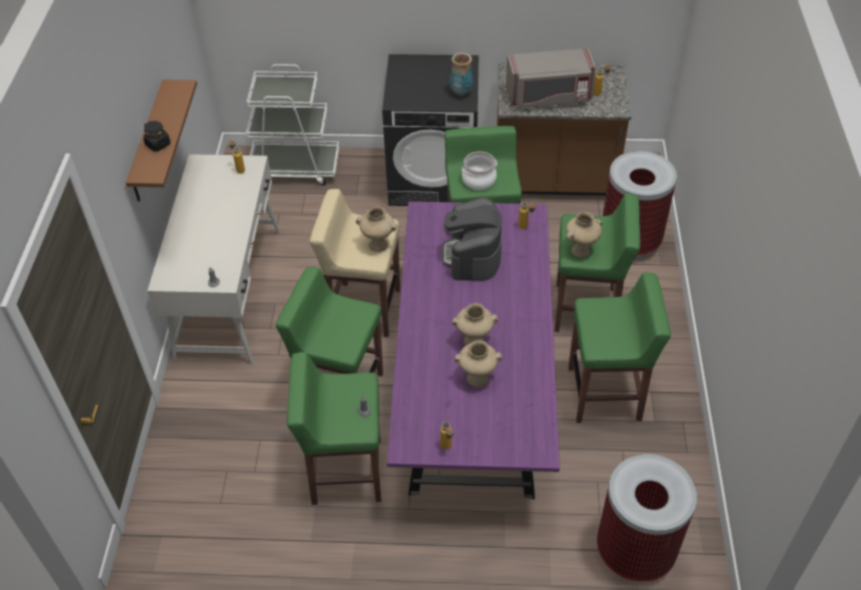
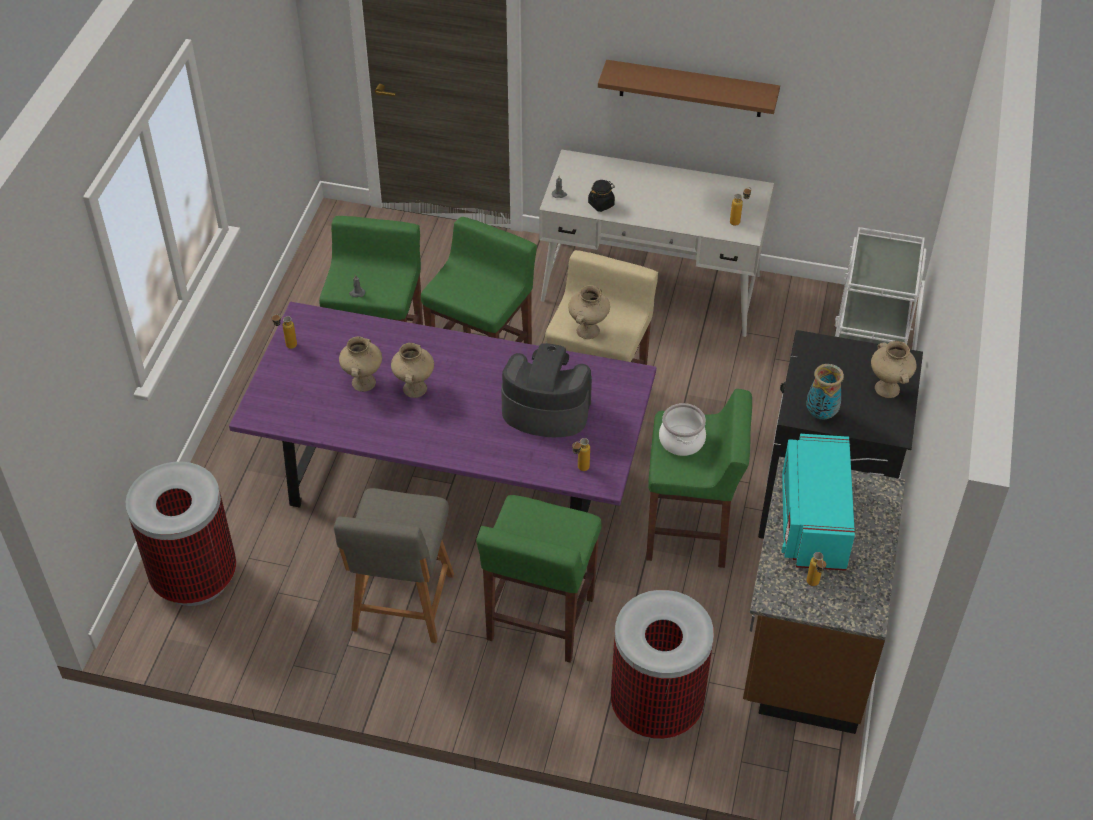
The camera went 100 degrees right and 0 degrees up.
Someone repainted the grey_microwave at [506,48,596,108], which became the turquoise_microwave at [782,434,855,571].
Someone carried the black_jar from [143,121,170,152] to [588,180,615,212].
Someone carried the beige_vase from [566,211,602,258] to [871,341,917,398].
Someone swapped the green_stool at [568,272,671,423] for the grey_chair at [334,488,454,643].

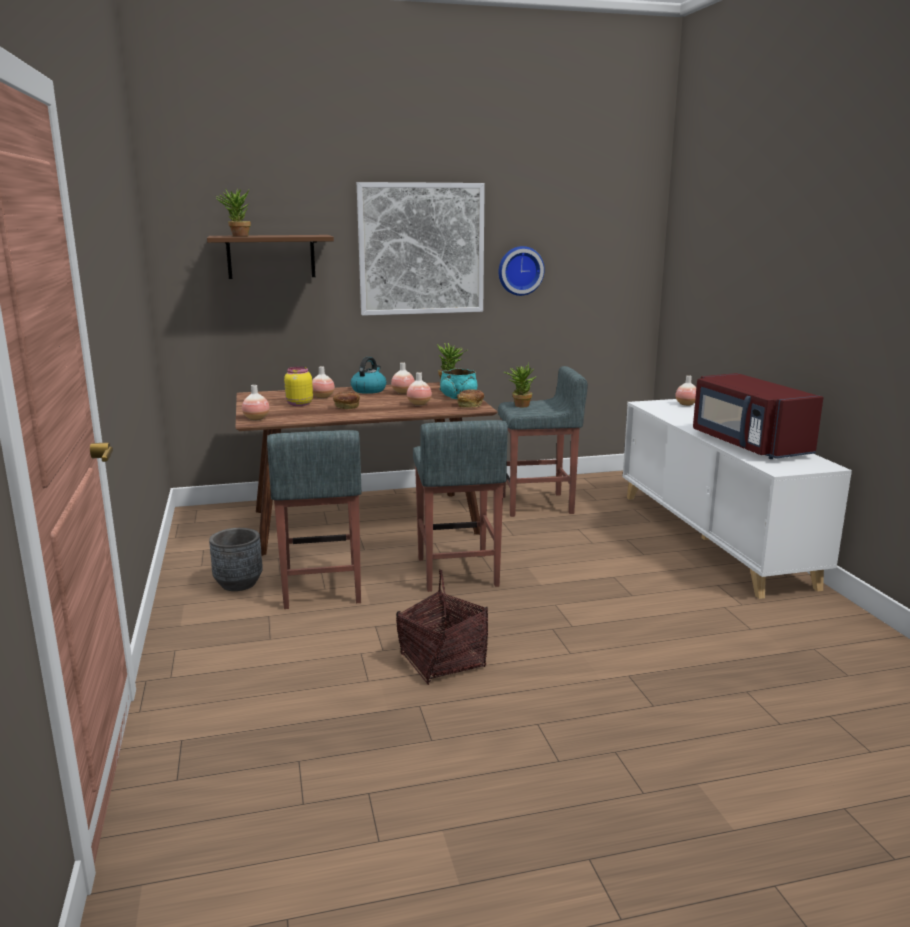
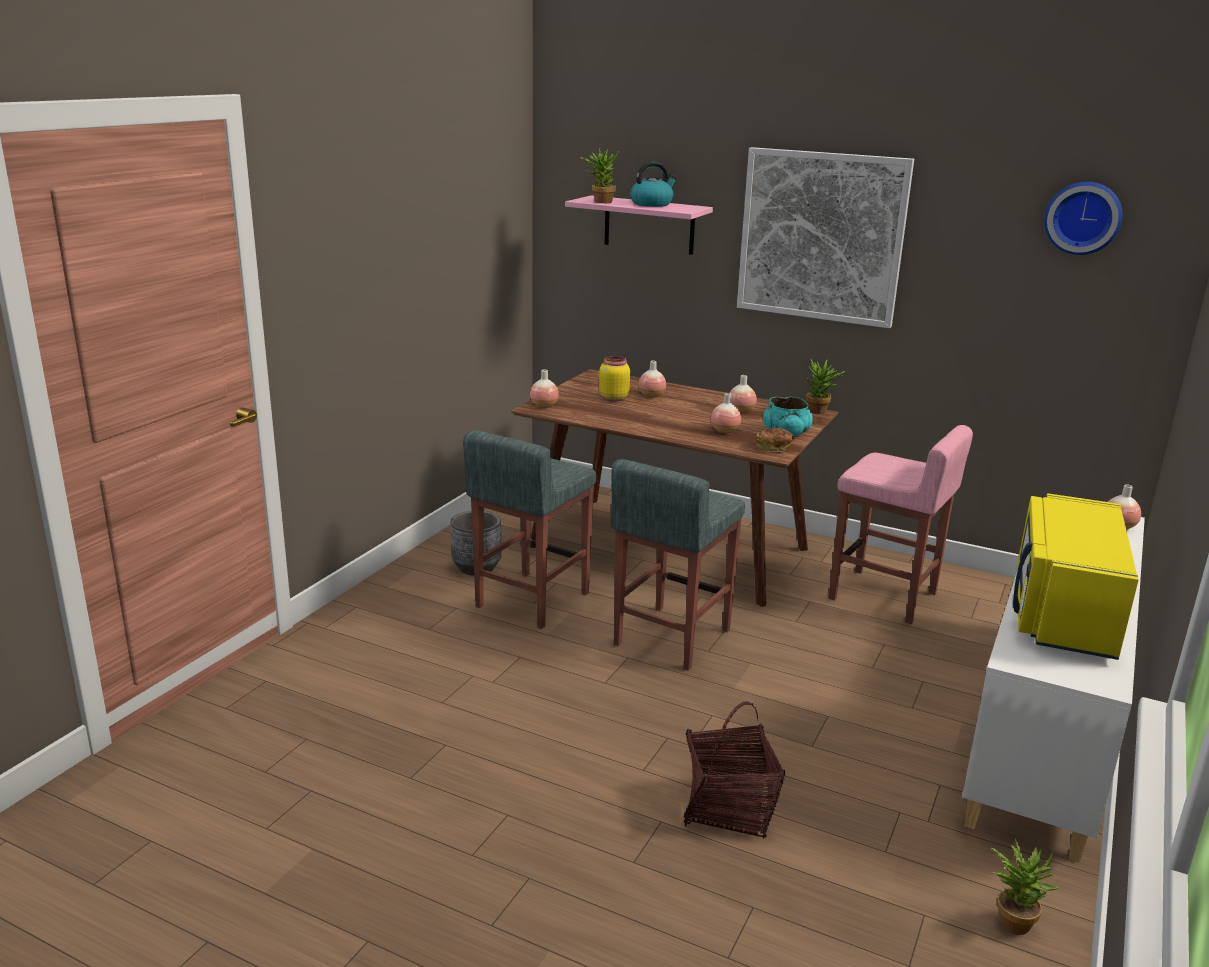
The camera went 40 degrees right and 5 degrees up.
Someone repainted the brown_shelf at [207,235,334,279], which became the pink_shelf at [565,195,713,255].
Someone carried the wall_clock from [499,246,545,296] to [1044,182,1123,255].
Someone carried the kettle from [351,357,386,394] to [630,162,677,207].
Someone carried the potted_plant from [504,363,537,407] to [991,839,1059,935].
Someone repainted the grey_stool at [498,366,588,517], which became the pink_stool at [829,425,973,624].
Someone repainted the red_microwave at [693,373,824,459], which became the yellow_microwave at [1013,493,1139,660].
Someone took away the bread at [333,391,360,409].
Someone carried the basket from [396,569,488,685] to [684,701,785,839].

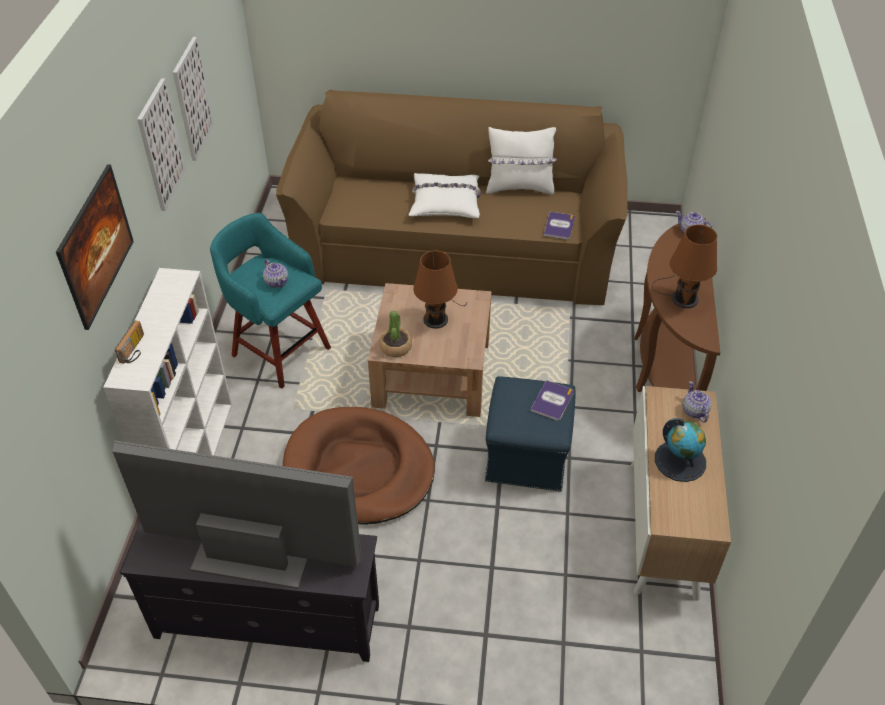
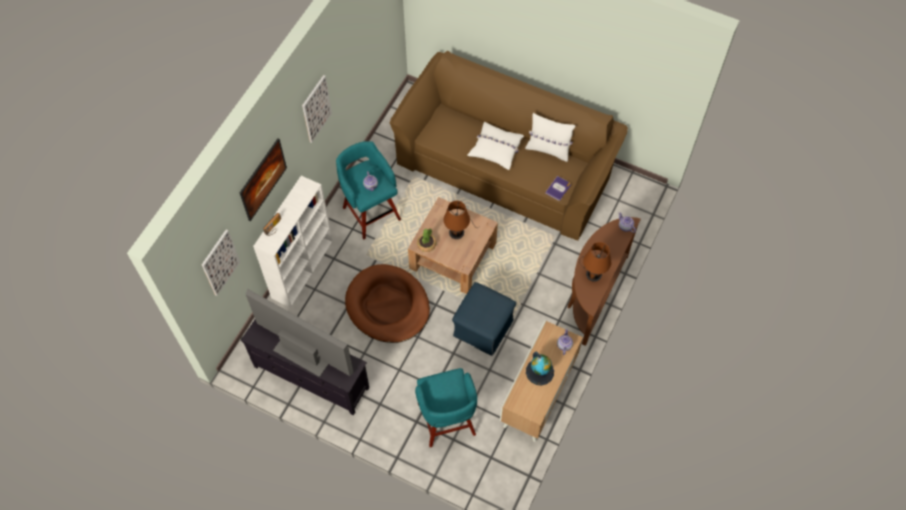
The camera went 20 degrees right and 15 degrees up.
Someone carried the picture from [173,37,214,161] to [202,230,240,296].
Someone took away the book at [530,380,574,420].
Someone put down the turquoise_stool at [415,368,477,447].

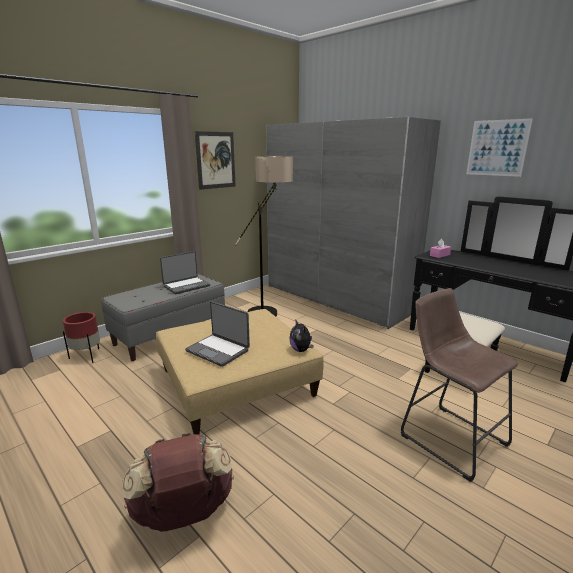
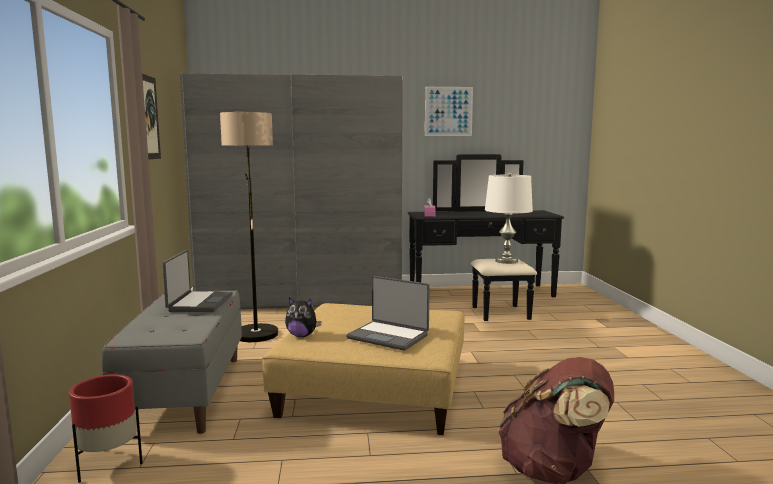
The camera went 50 degrees left and 10 degrees down.
Someone took away the brown_stool at [400,288,518,482].
Someone rotated the laptop at [185,301,250,367] by 45 degrees clockwise.
Someone carried the plush_toy from [289,319,314,352] to [285,298,322,337].
Someone put down the white_table_lamp at [485,172,533,264].

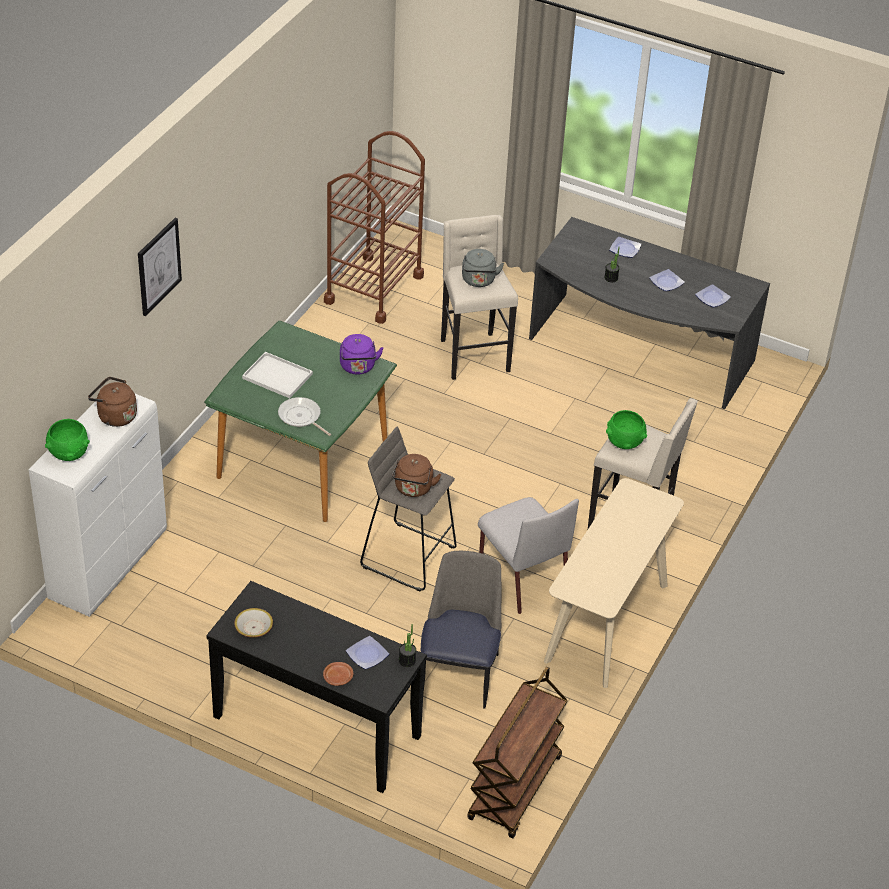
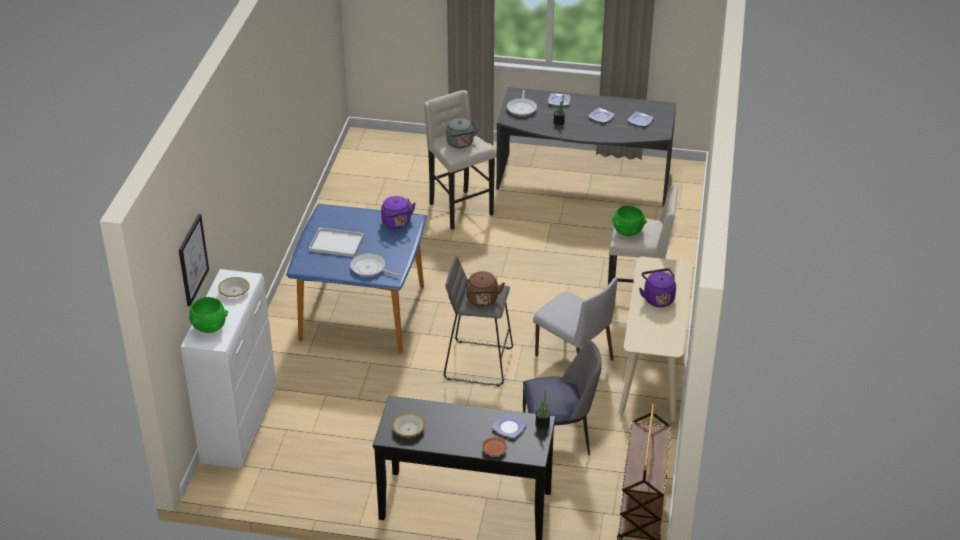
The camera went 15 degrees left and 5 degrees down.
Someone took away the brown_cart at [324,131,425,324].
Someone carried the picture from [138,218,182,316] to [179,214,209,306].
Someone repainted the green_dining_table at [204,321,397,522], which became the blue_dining_table at [286,204,427,353].
Someone swapped the brown_kettle at [88,377,137,427] for the bowl at [218,277,249,297].
Someone rotated the chair at [421,551,502,709] by 90 degrees clockwise.
Someone put down the frying_pan at [507,90,537,116].
Someone put down the purple_kettle at [639,268,676,307].

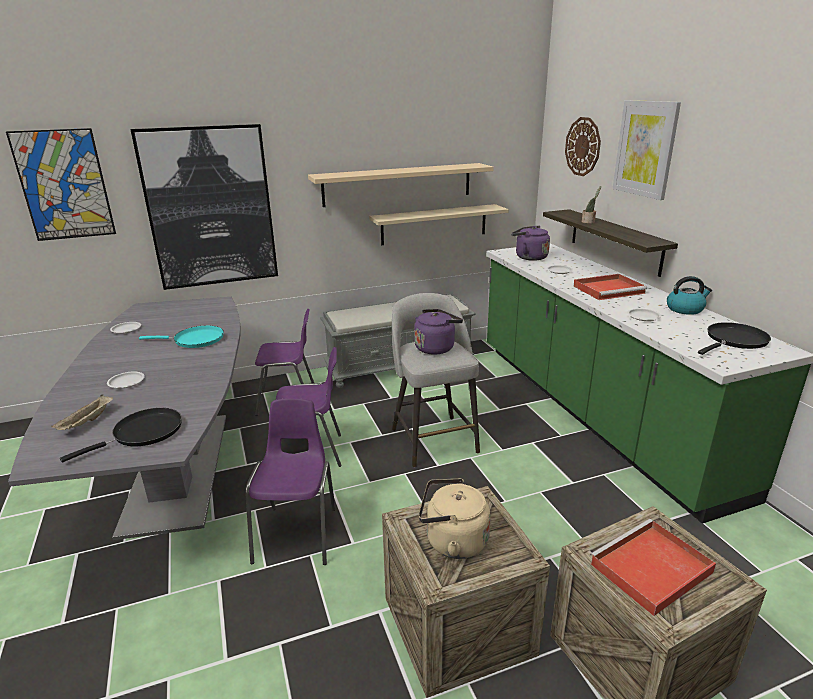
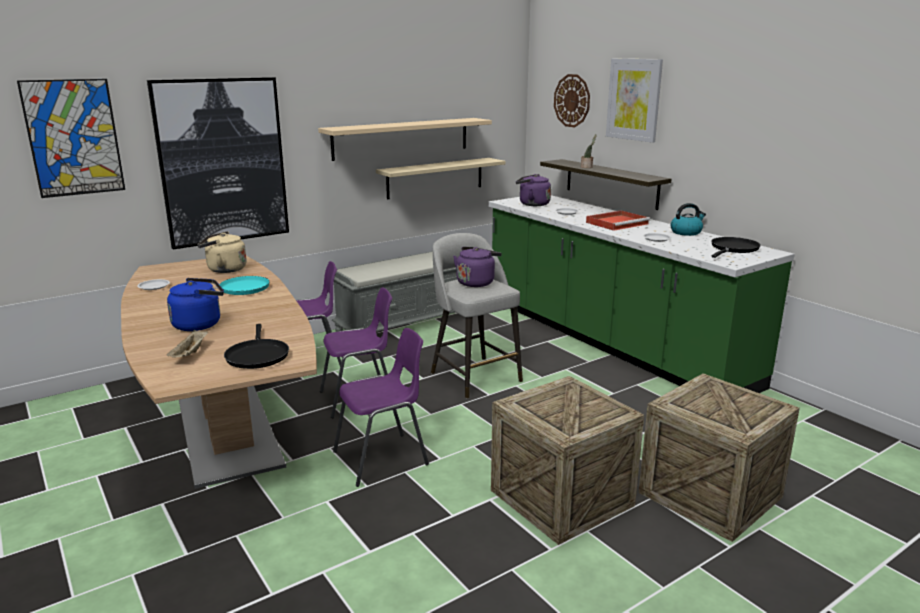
The camera went 15 degrees left and 5 degrees down.
Someone repainted the grey_dining_table at [8,297,241,540], which became the brown_dining_table at [121,256,317,489].
Someone swapped the white_plate at [107,372,145,389] for the blue_kettle at [167,278,224,331].
Someone rotated the purple_chair at [245,398,336,565] by 75 degrees clockwise.
Someone rotated the black_frying_pan at [60,408,182,463] by 135 degrees clockwise.
Someone carried the beige_kettle from [419,478,491,559] to [198,231,247,273].
Someone took away the red_tray at [590,519,716,616].

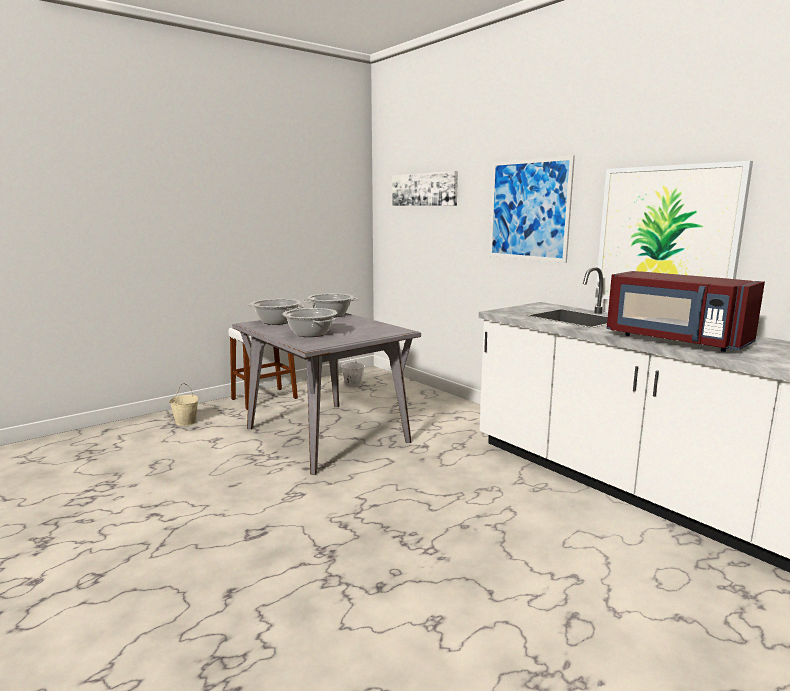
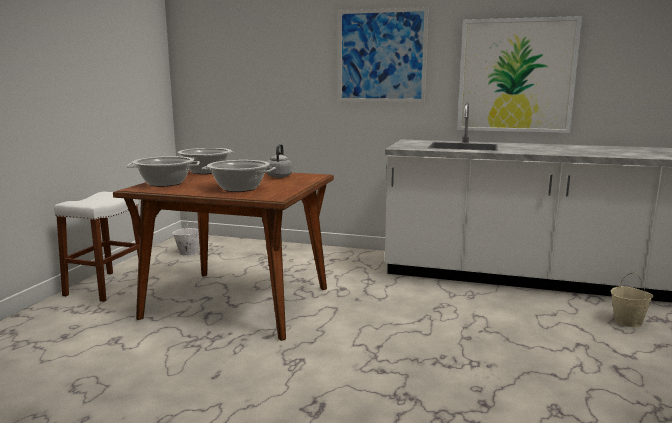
The camera went 35 degrees left and 0 degrees up.
Someone took away the picture at [392,171,458,206].
Someone took away the red_microwave at [607,271,765,352].
Someone repainted the grey_dining_table at [232,313,421,475], which became the brown_dining_table at [113,170,334,341].
Someone carried the beige_bucket from [169,383,199,426] to [611,272,654,327].
Someone put down the grey_kettle at [266,144,292,178].

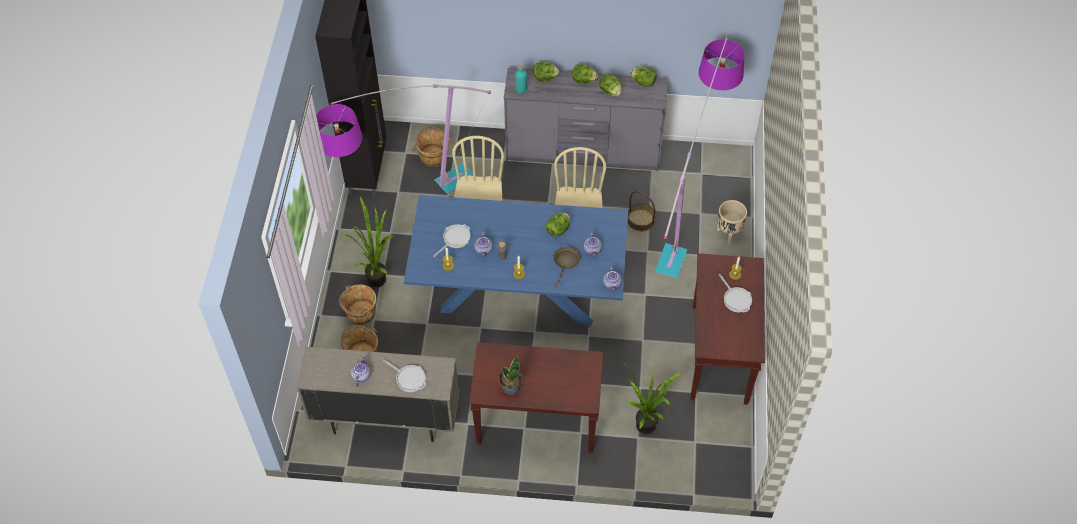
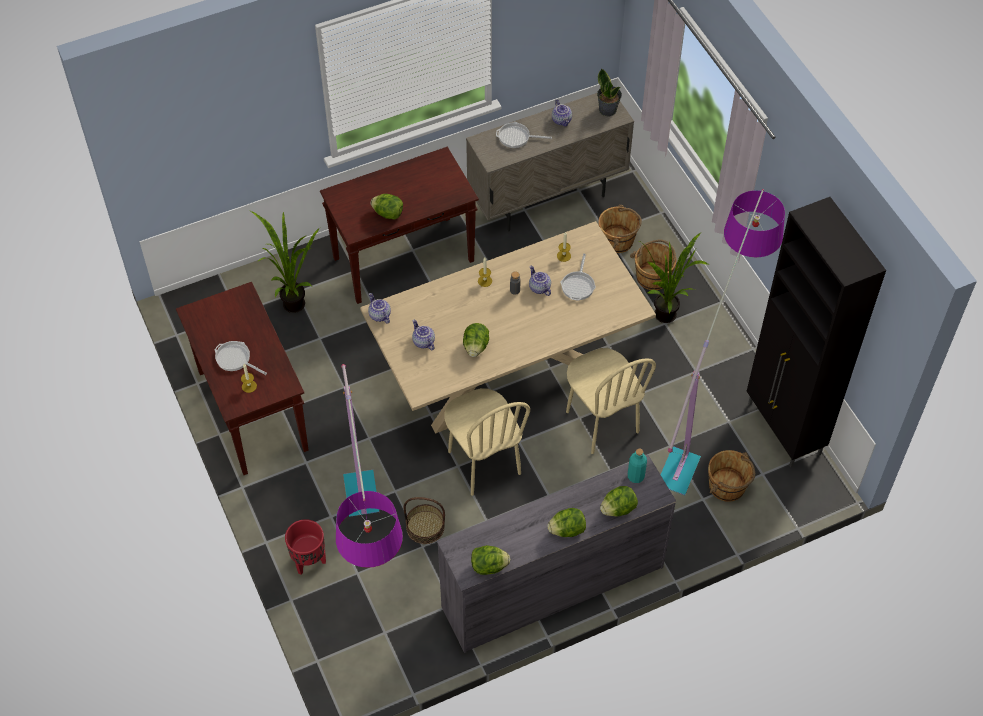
The camera went 150 degrees right and 0 degrees up.
Someone carried the lettuce from [599,73,622,96] to [371,194,403,220].
Someone repainted the blue_dining_table at [404,195,628,327], which became the beige_dining_table at [360,221,656,434].
Someone repainted the beige_planter at [717,200,747,244], which became the red_planter at [285,519,326,575].
Someone took away the brown_frying_pan at [553,246,580,287].
Someone carried the potted_plant from [499,356,522,395] to [597,68,622,116].

